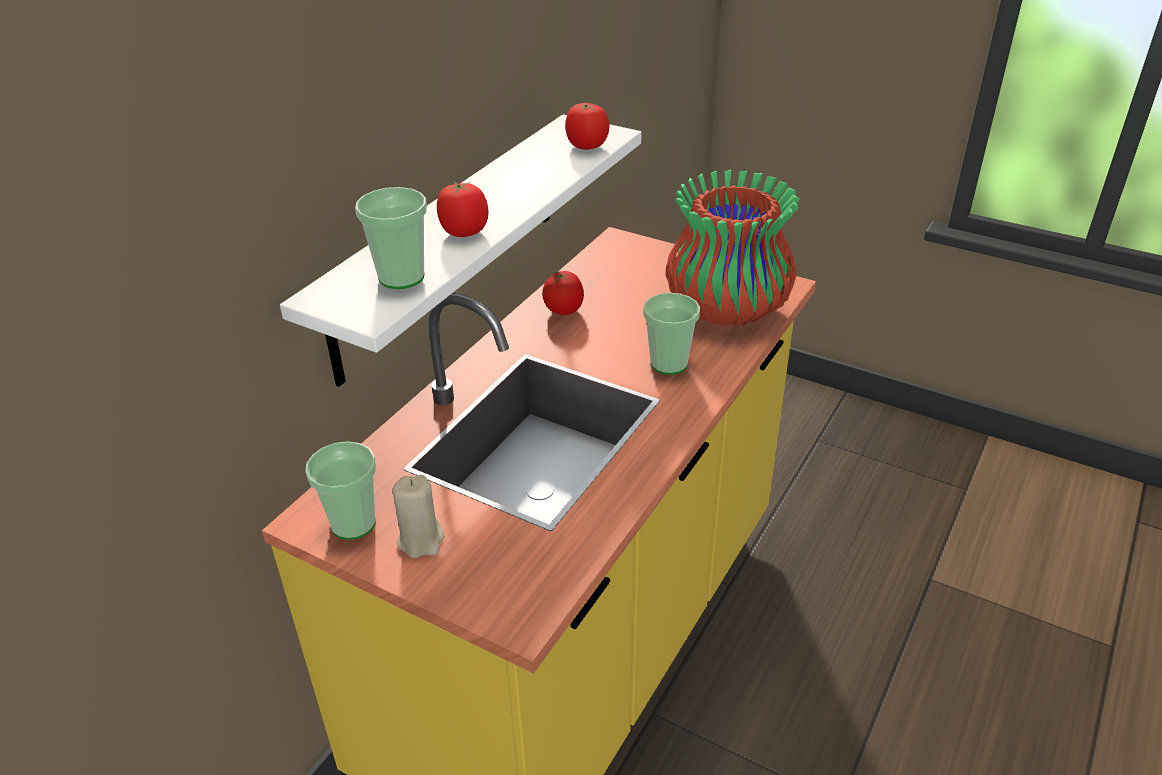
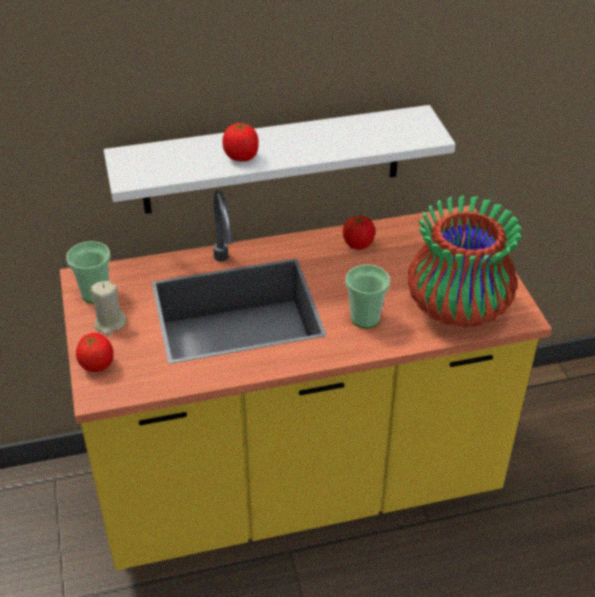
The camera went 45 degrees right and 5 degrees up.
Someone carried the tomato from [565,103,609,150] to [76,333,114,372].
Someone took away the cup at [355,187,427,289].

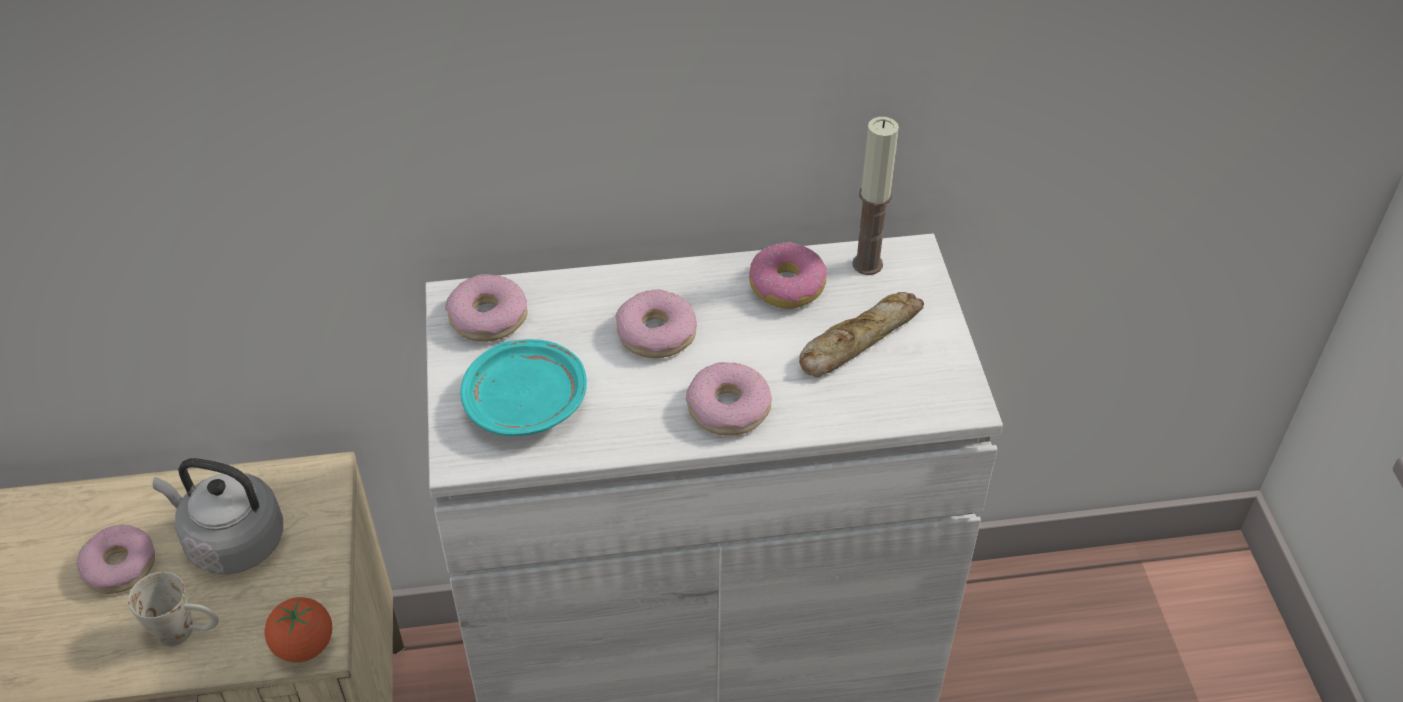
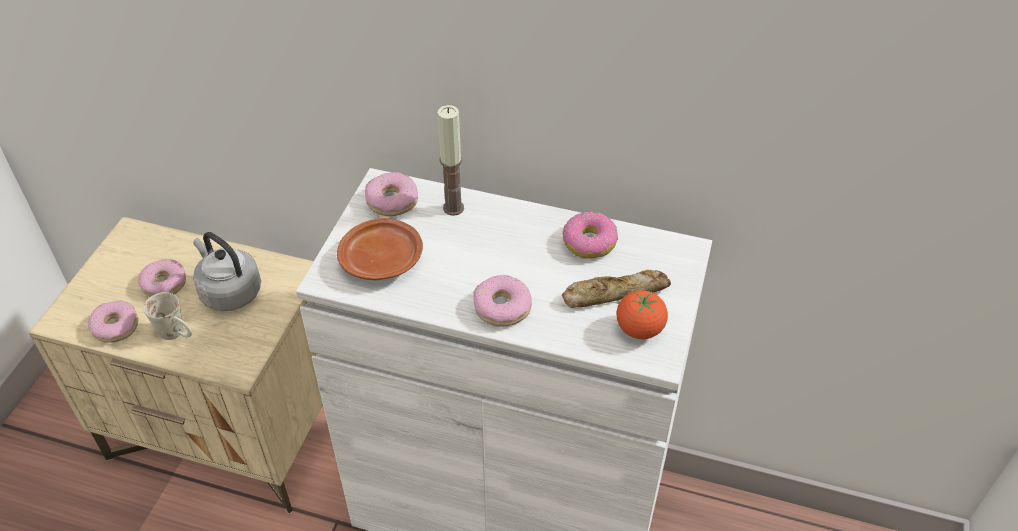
The camera went 25 degrees right and 0 degrees up.
Someone carried the candle from [852,117,899,275] to [437,105,464,216].
Someone carried the donut from [615,289,697,358] to [88,301,139,343].
Someone repainted the turquoise_plate at [460,339,587,436], which became the brown_plate at [337,218,423,280].
Someone carried the tomato from [265,597,332,662] to [617,290,668,339].

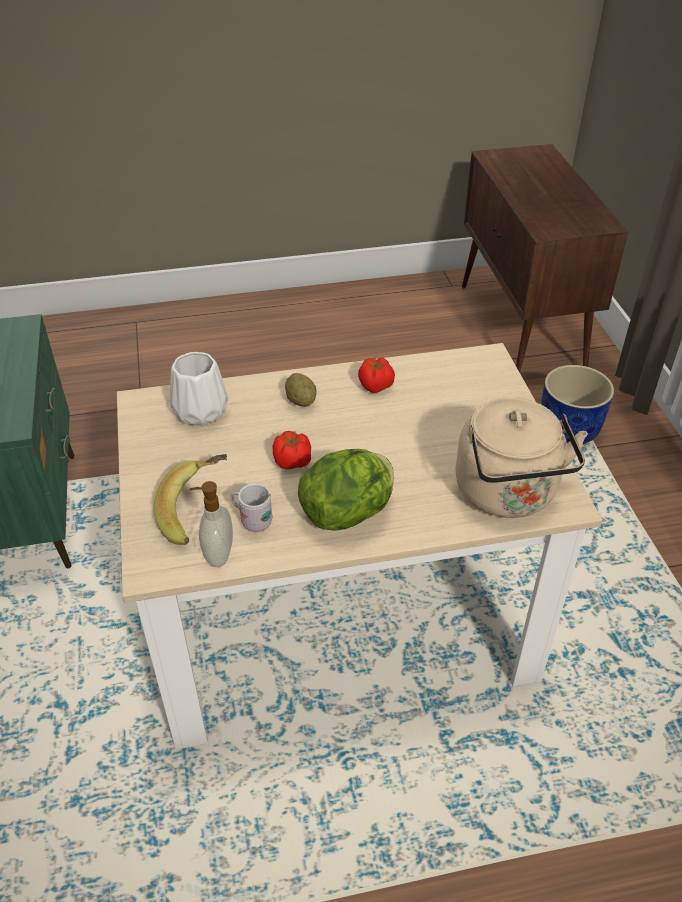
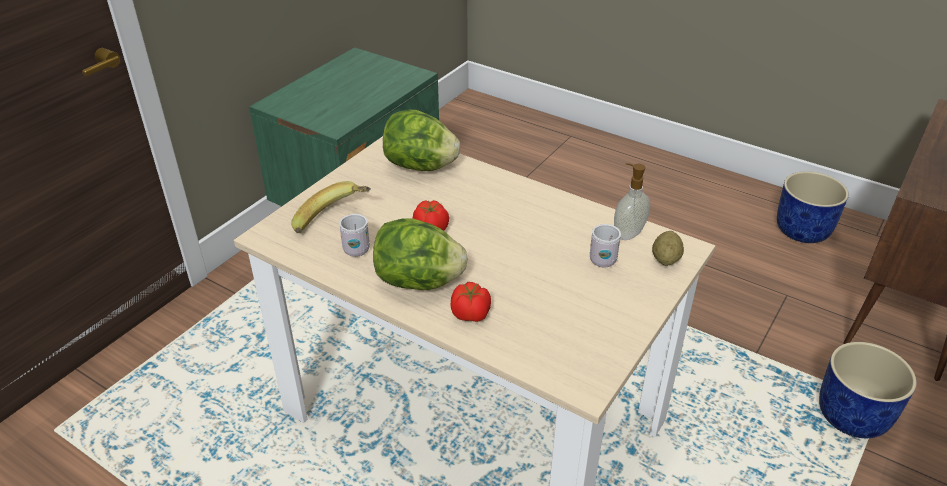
The camera went 45 degrees right and 5 degrees down.
Someone swapped the white_vase at [170,352,228,426] for the lettuce at [383,109,460,171].
Someone carried the tomato from [358,357,395,393] to [450,282,491,322].
Someone carried the potato from [285,373,317,406] to [652,231,684,266].
Someone took away the beige_kettle at [456,397,588,518].
Someone carried the soap_dispenser from [190,481,233,567] to [614,163,650,240].
Someone put down the blue_planter at [777,171,849,243].
Someone put down the white_mug at [590,224,621,268].

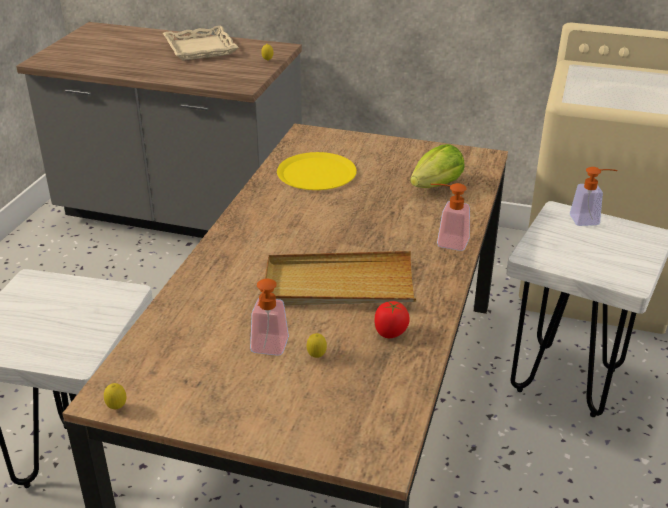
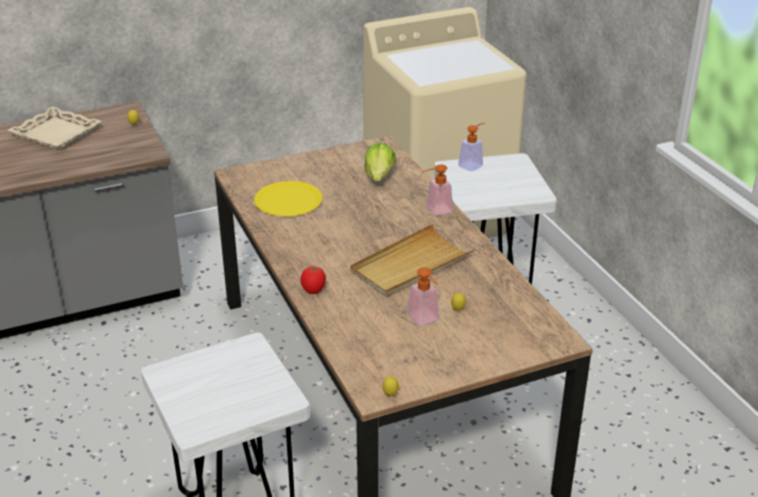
The camera went 40 degrees left and 0 degrees up.
Someone carried the tomato from [374,301,410,338] to [301,266,326,294].

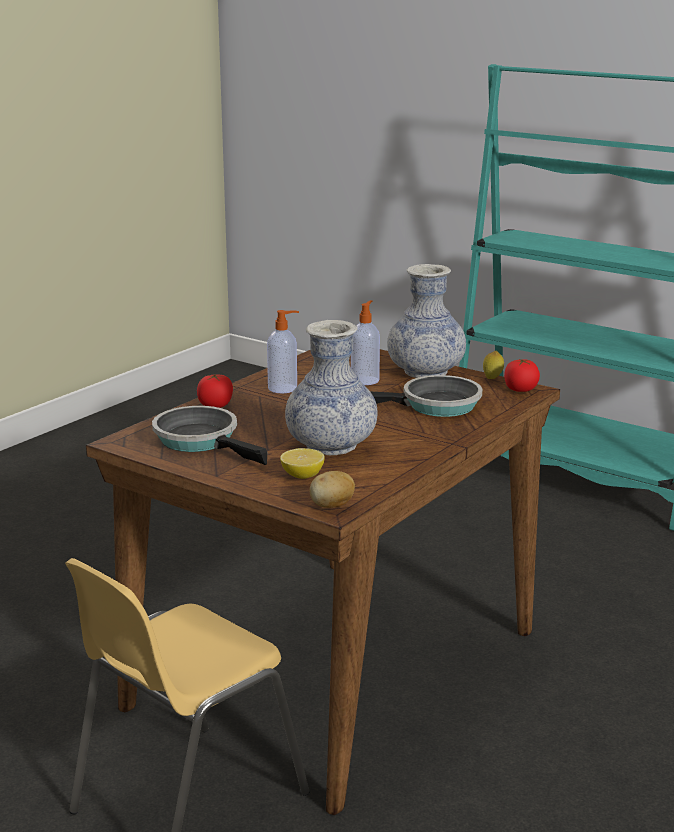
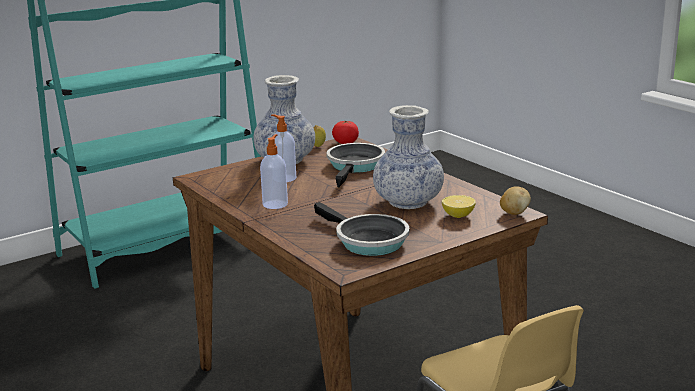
The camera went 70 degrees left and 0 degrees up.
Someone took away the tomato at [197,374,233,408].
Someone rotated the frying_pan at [152,406,268,465] by 105 degrees counterclockwise.

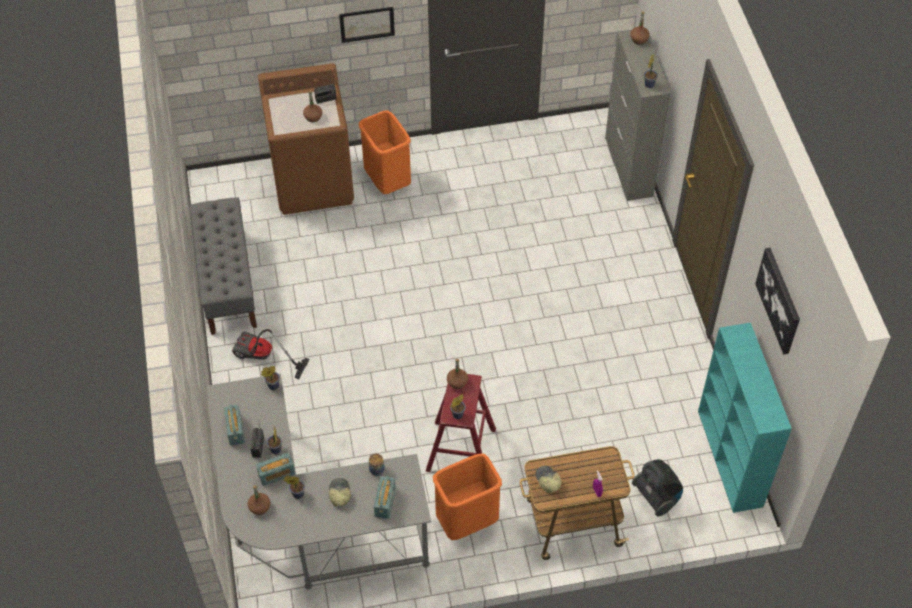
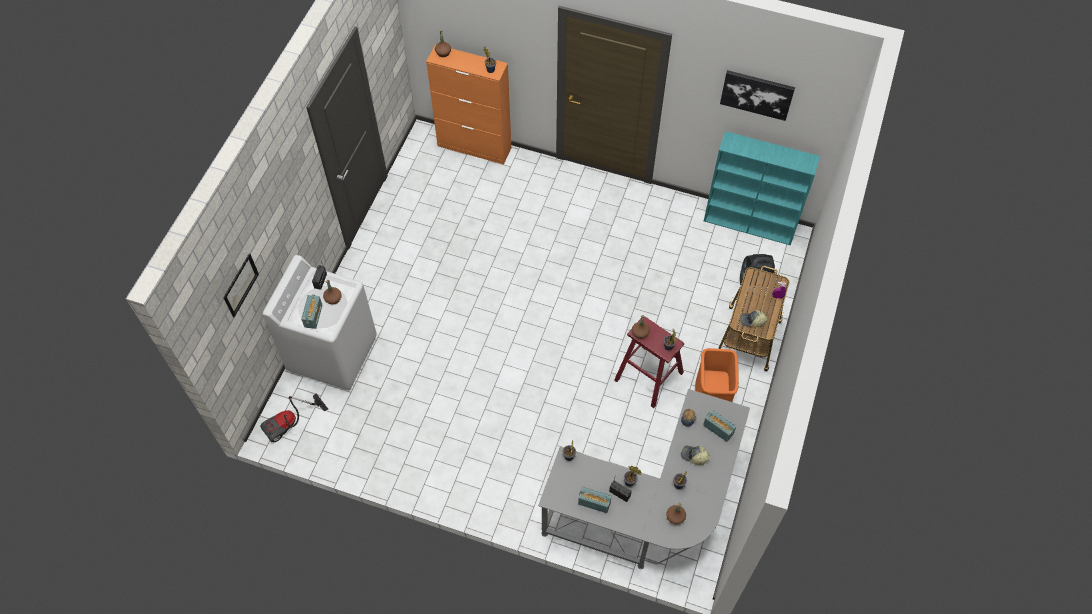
The camera went 60 degrees left and 5 degrees up.
Someone carried the picture from [339,7,395,43] to [223,254,259,317].
Someone repainted the grey_cabinet at [605,31,671,201], which became the orange_cabinet at [426,44,511,165].
Someone repainted the brown_washing_machine at [258,63,354,215], which became the white_washing_machine at [263,255,377,390].
Someone took away the orange_trash_can at [359,110,411,194].
Someone took away the grey_bench at [190,197,257,335].
Someone carried the vacuum_cleaner from [232,329,310,379] to [260,393,328,443].
Someone carried the radio from [256,452,295,486] to [301,294,322,329].

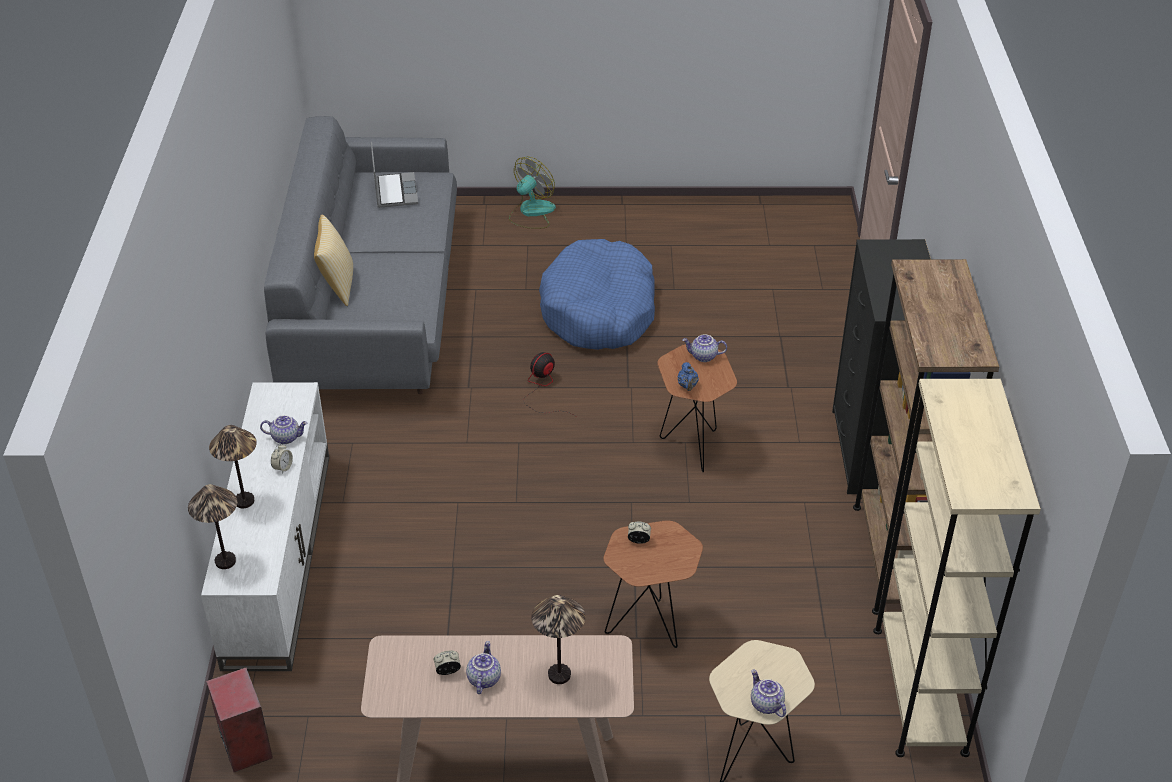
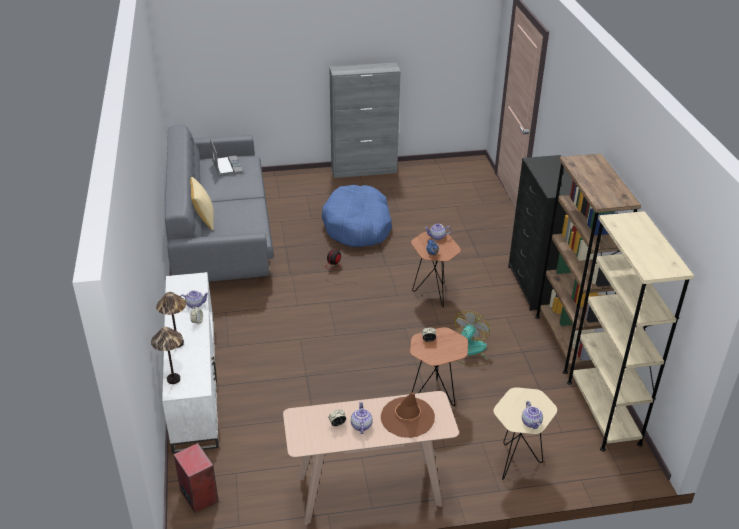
The camera went 10 degrees left and 5 degrees down.
Someone carried the fan from [509,157,556,229] to [455,310,490,366].
Someone swapped the table_lamp at [531,595,585,684] for the brown_hat at [381,392,435,438].
Someone rotated the teapot at [751,669,786,717] by 150 degrees counterclockwise.
Someone put down the grey_cabinet at [329,63,401,178].

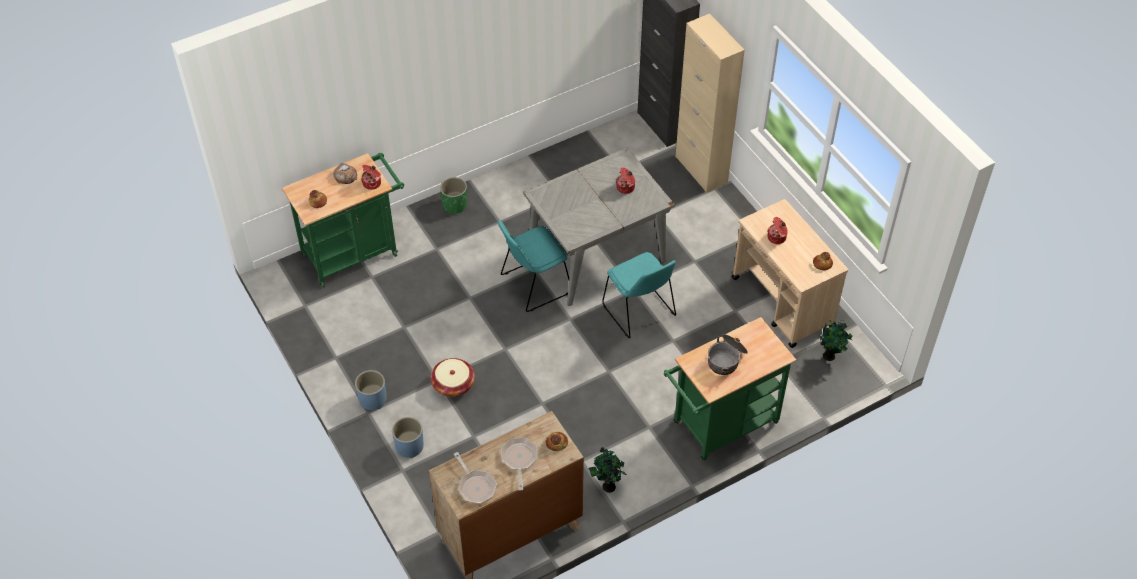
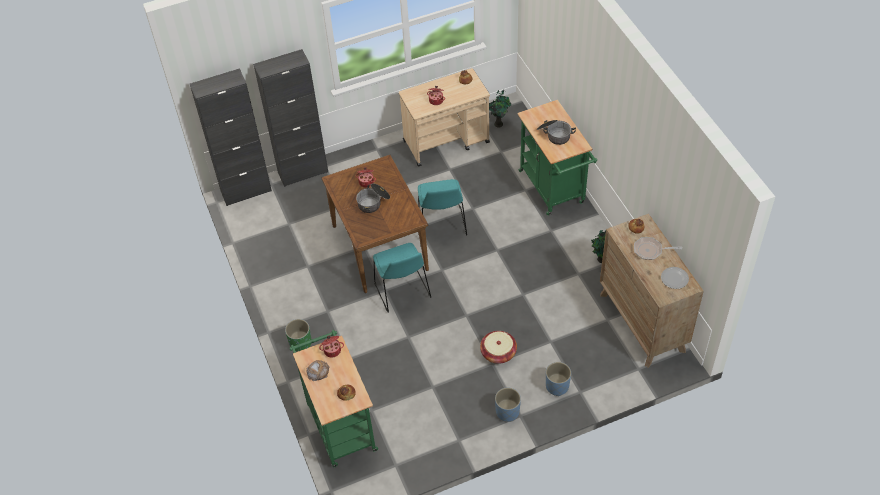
The camera went 80 degrees left and 0 degrees up.
Someone repainted the beige_cabinet at [675,14,745,193], which became the black_cabinet at [253,49,328,187].
Someone repainted the grey_dining_table at [523,147,675,306], which became the brown_dining_table at [321,155,429,293].
Someone rotated the turquoise_chair at [602,252,676,339] by 105 degrees clockwise.
Someone swapped the frying_pan at [454,452,497,504] for the plate at [661,267,689,289].
Someone put down the cooking_pot at [356,183,390,213].

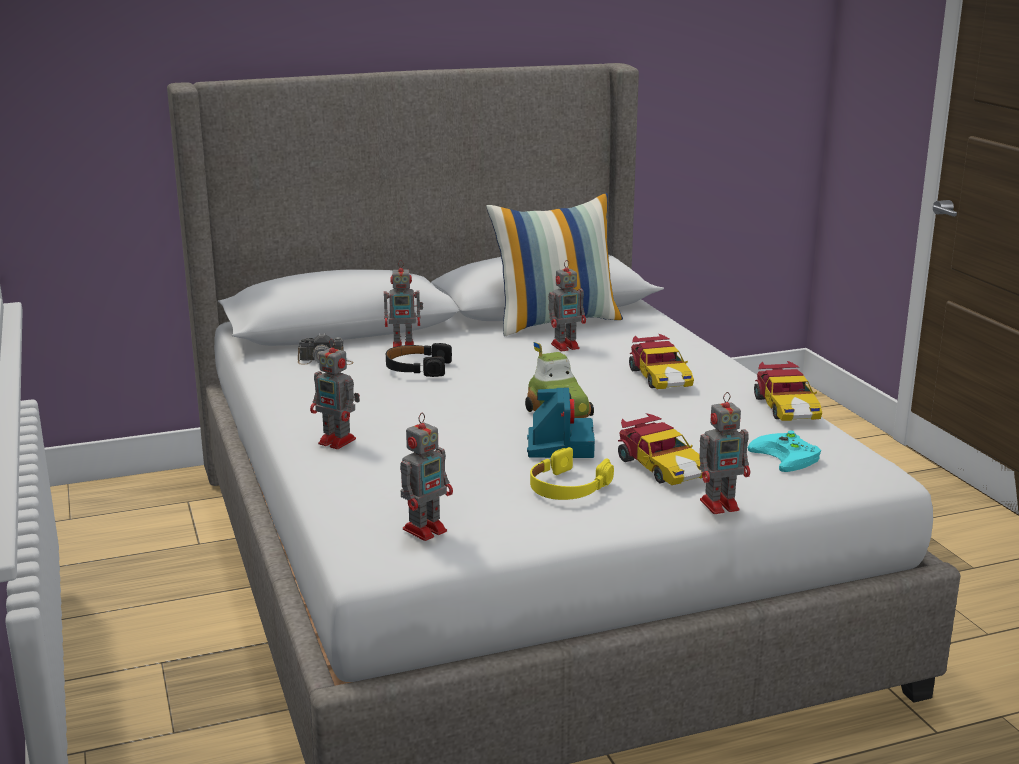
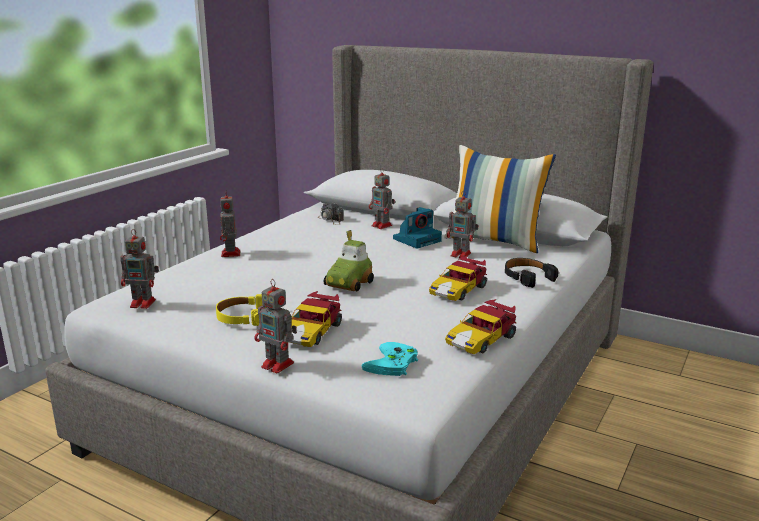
The camera went 50 degrees right and 0 degrees up.
Someone carried the black_headphones from [386,343,452,377] to [505,258,558,288].
Someone carried the photo_camera from [527,388,595,458] to [393,207,442,249].

